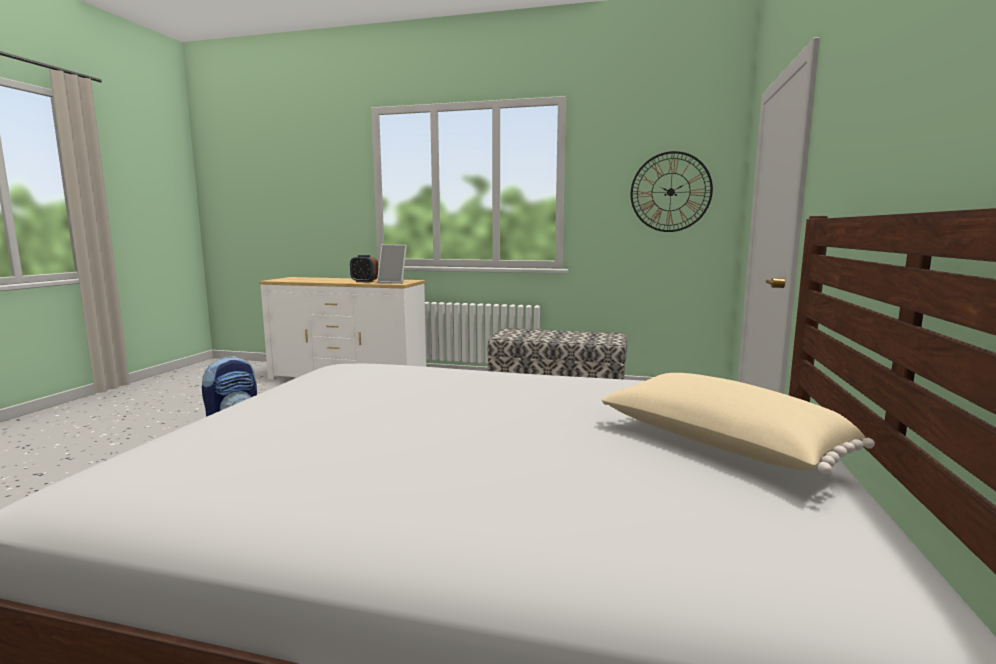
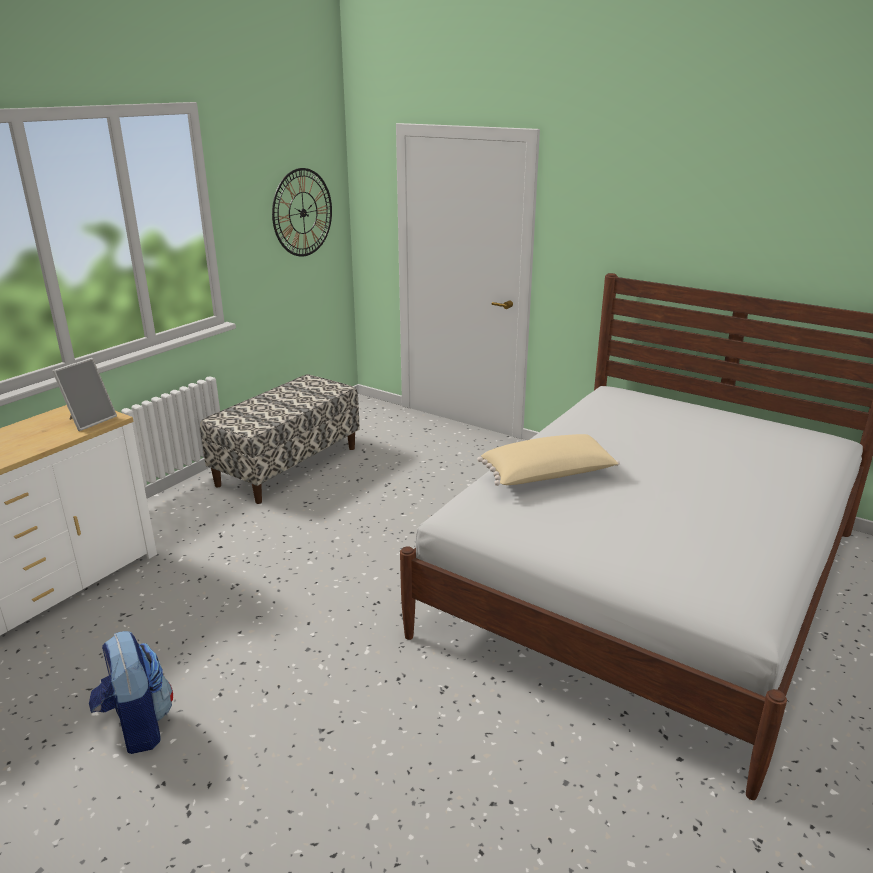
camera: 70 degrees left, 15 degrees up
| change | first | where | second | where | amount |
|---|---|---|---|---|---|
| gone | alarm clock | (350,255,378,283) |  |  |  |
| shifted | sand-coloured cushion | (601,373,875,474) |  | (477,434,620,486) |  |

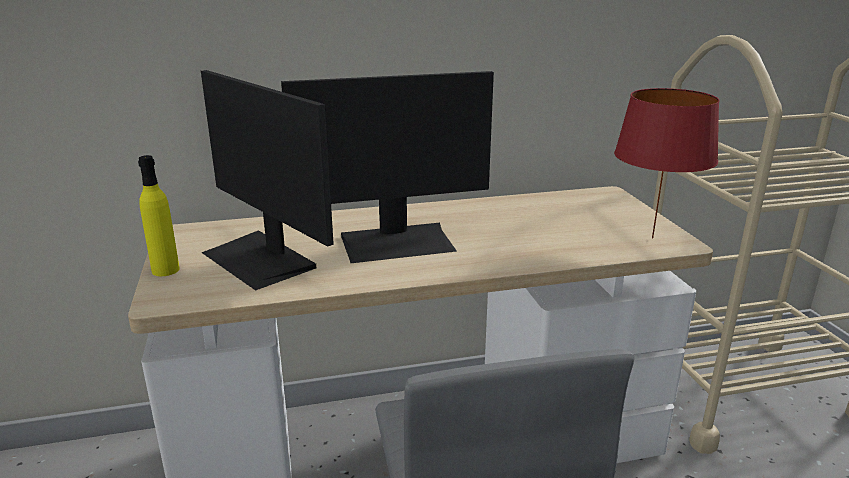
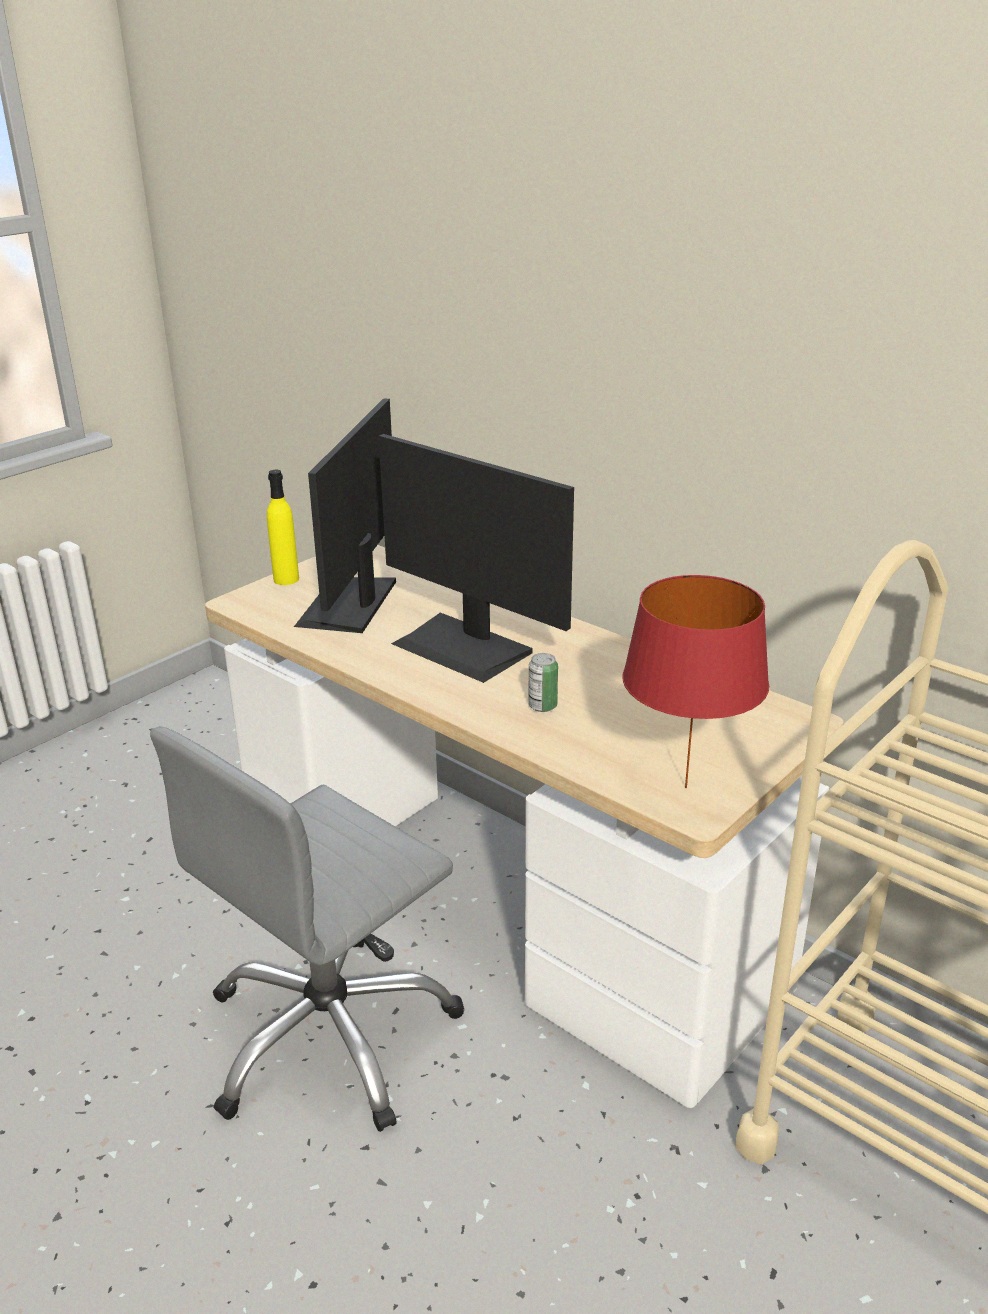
camera: 55 degrees right, 5 degrees up
| change | first | where | second | where | amount |
|---|---|---|---|---|---|
| new |  |  | can | (529,653,558,712) |  |

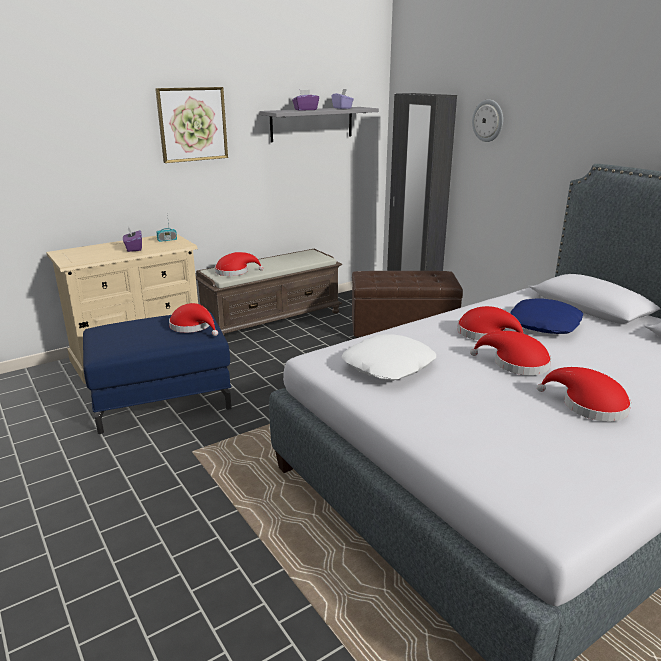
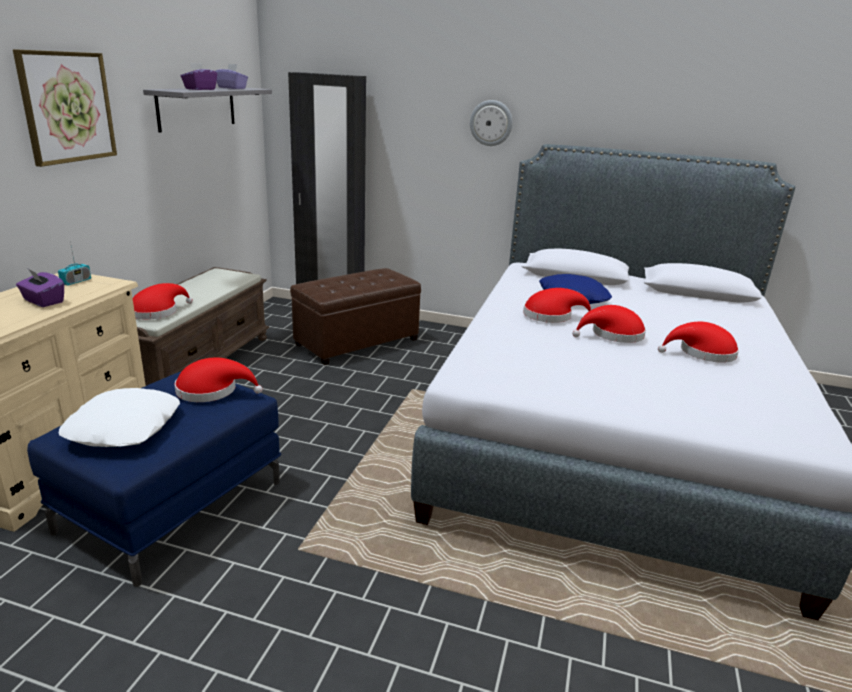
camera: 40 degrees left, 0 degrees up
| change | first | where | second | where | amount |
|---|---|---|---|---|---|
| shifted | white cushion | (342,334,436,381) |  | (59,388,180,447) |  |
| shifted | wall clock | (472,99,503,142) |  | (470,100,513,146) |  |

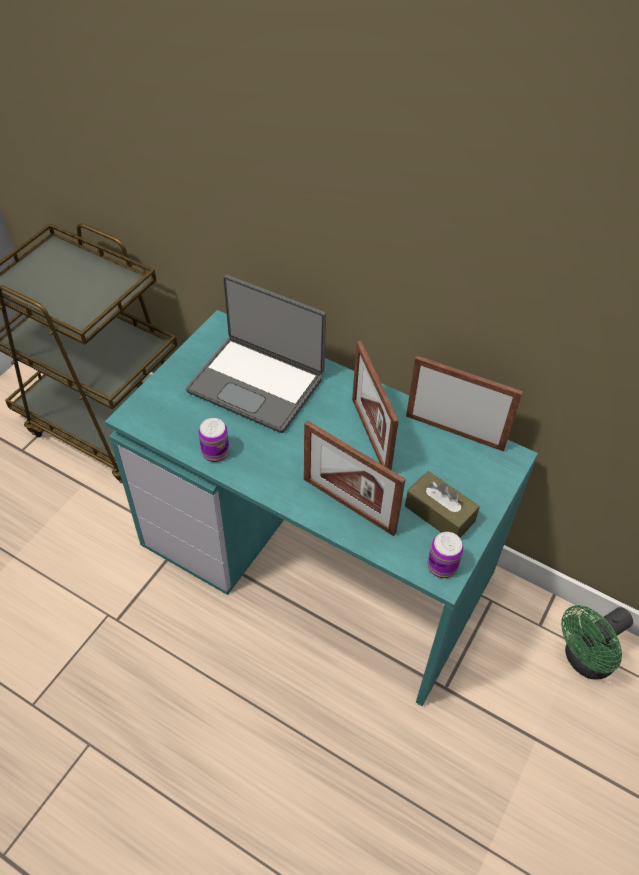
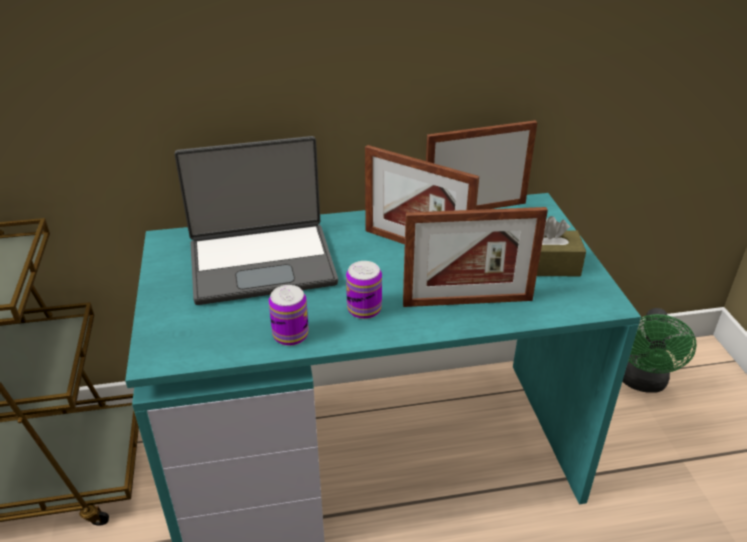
camera: 40 degrees left, 15 degrees down
| change | first | where | second | where | amount |
|---|---|---|---|---|---|
| shifted | can | (428,532,464,578) |  | (346,261,382,319) |  |

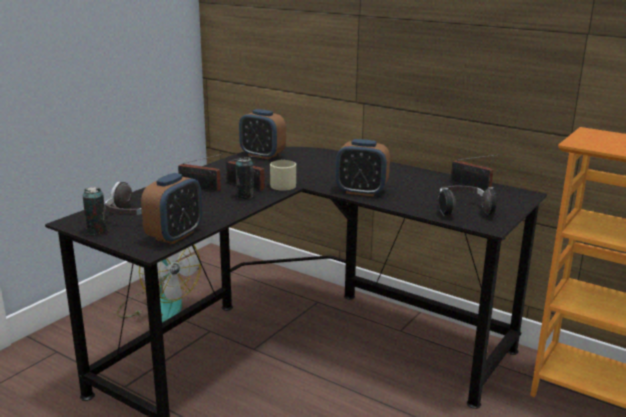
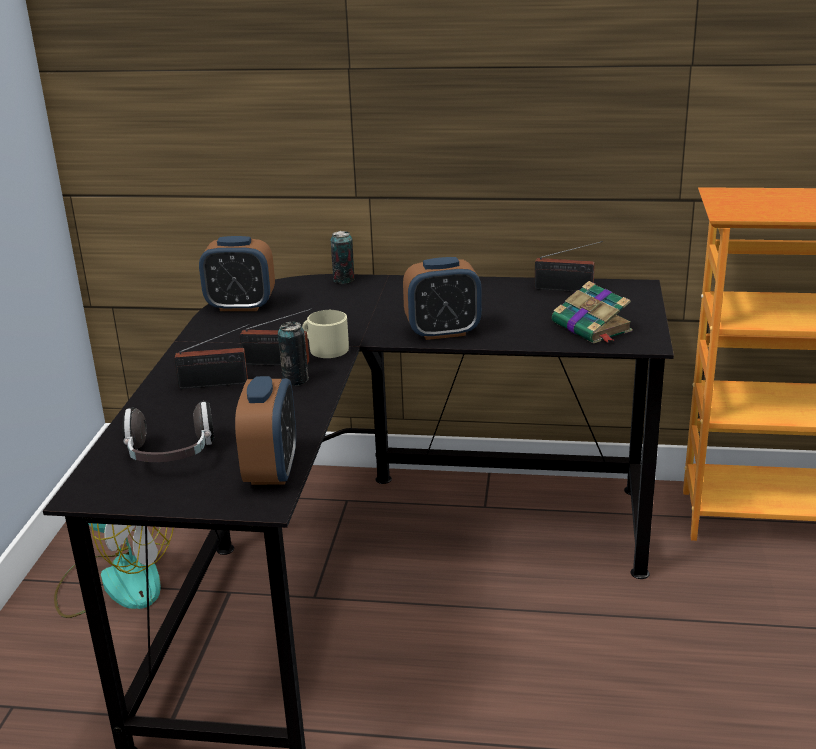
camera: 25 degrees left, 5 degrees up
| change | first | where | second | where | amount |
|---|---|---|---|---|---|
| shifted | can | (83,187,107,235) |  | (331,231,355,284) |  |
| swapped | pair of headphones | (438,186,497,216) | bound book | (552,281,633,344) |  |

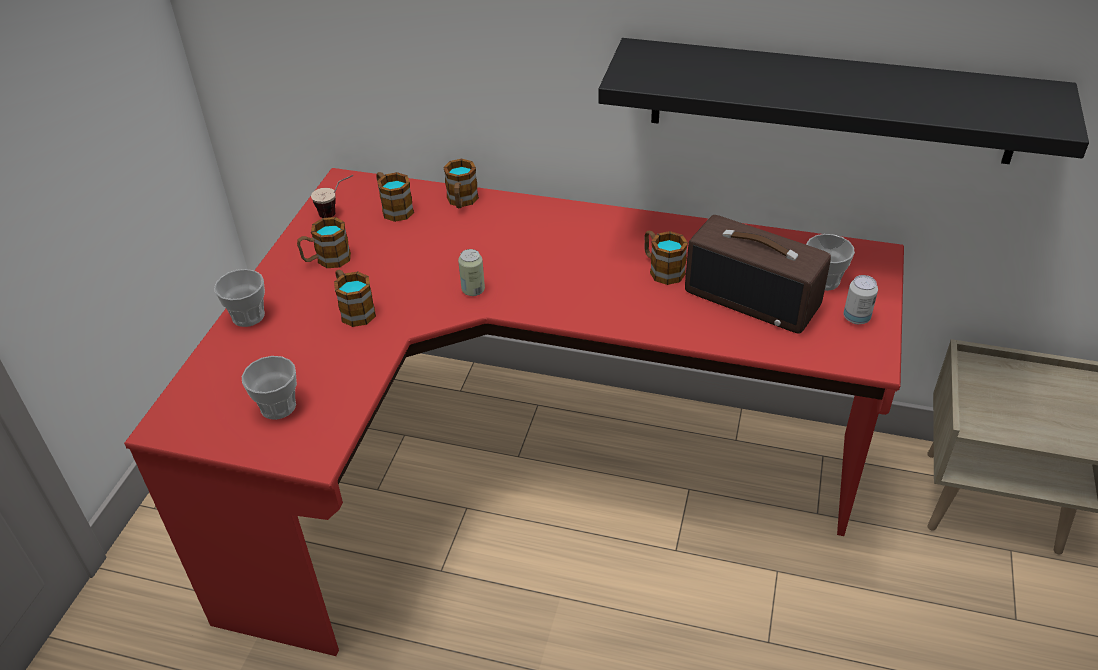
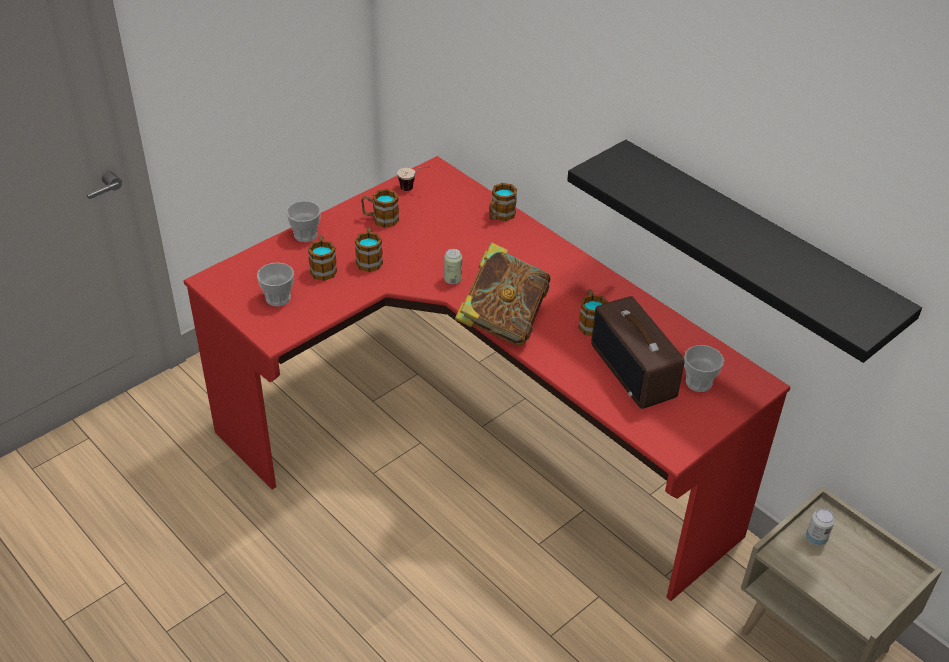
camera: 30 degrees right, 0 degrees up
| change | first | where | second | where | amount |
|---|---|---|---|---|---|
| new |  |  | bound book | (455,242,551,346) |  |
| shifted | tea mug | (376,172,414,222) |  | (308,236,337,281) |  |
| shifted | can | (843,275,878,324) |  | (806,508,835,545) |  |

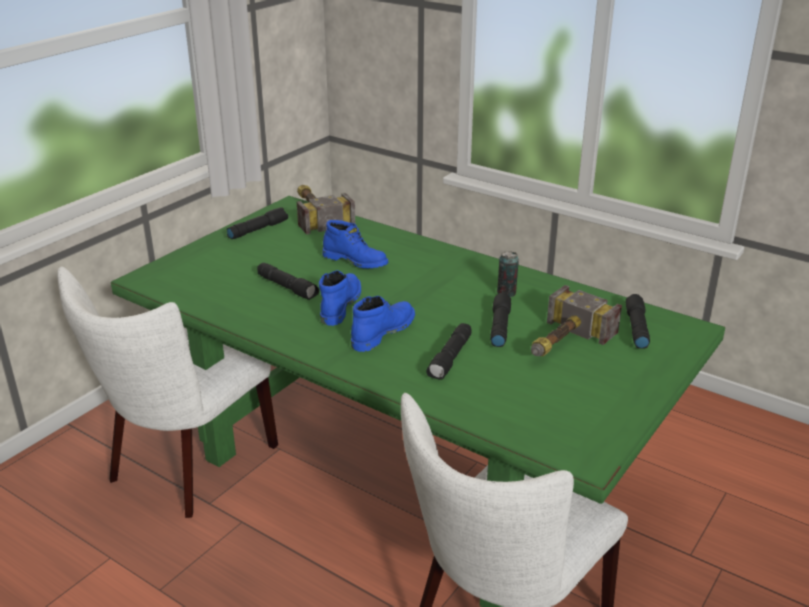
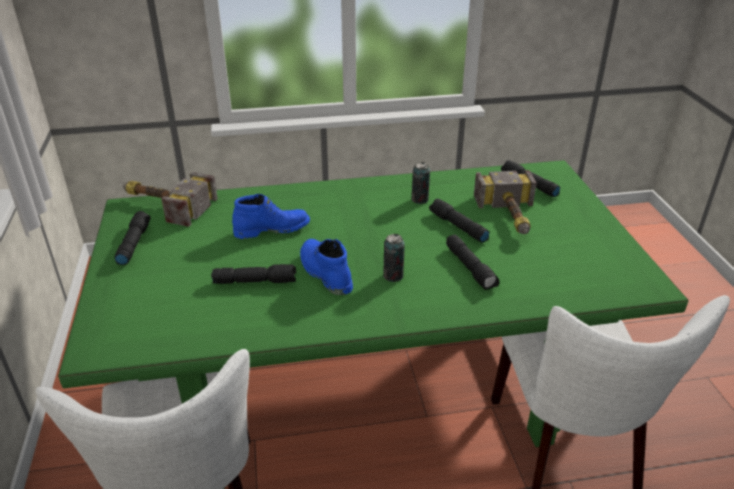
camera: 45 degrees left, 5 degrees up
| change | first | where | second | where | amount |
|---|---|---|---|---|---|
| swapped | blue tall boot | (351,296,415,352) | can | (383,234,405,282) |  |

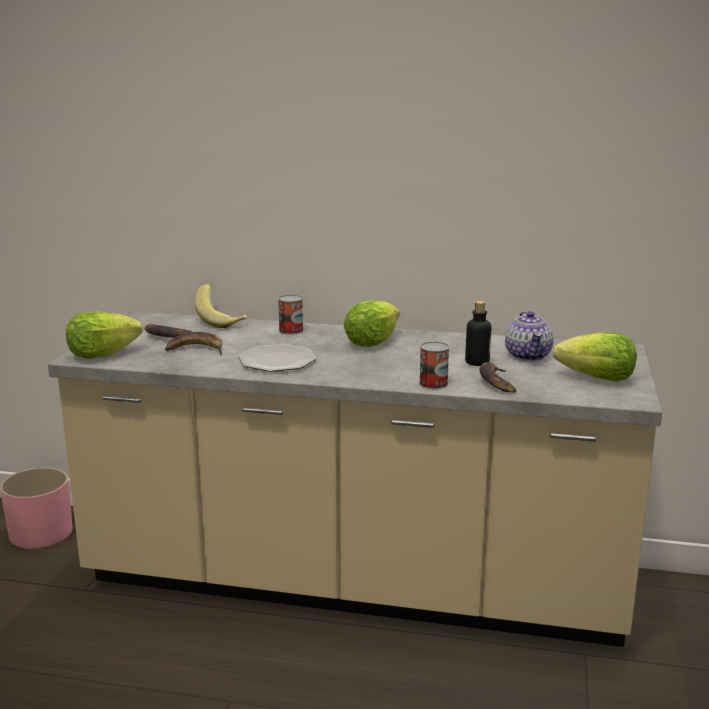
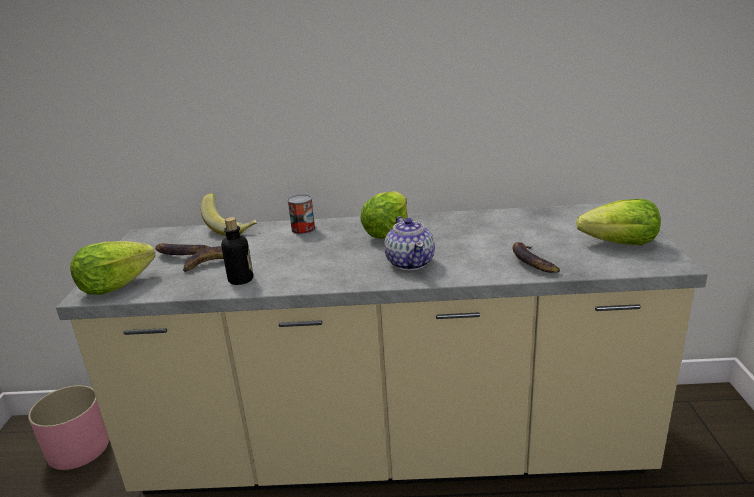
camera: 10 degrees left, 5 degrees up
| change | first | where | second | where | amount |
|---|---|---|---|---|---|
| gone | flat dish | (238,344,317,372) |  |  |  |
| gone | can | (419,341,449,389) |  |  |  |
| shifted | bottle | (465,301,491,366) |  | (221,217,253,285) |  |
| shifted | pot for tea | (505,311,554,361) |  | (384,216,435,271) |  |

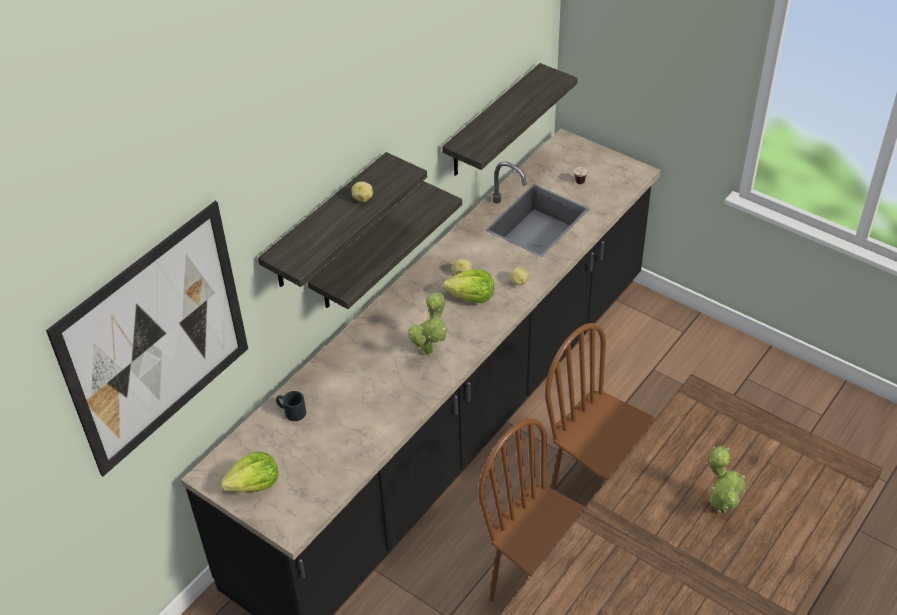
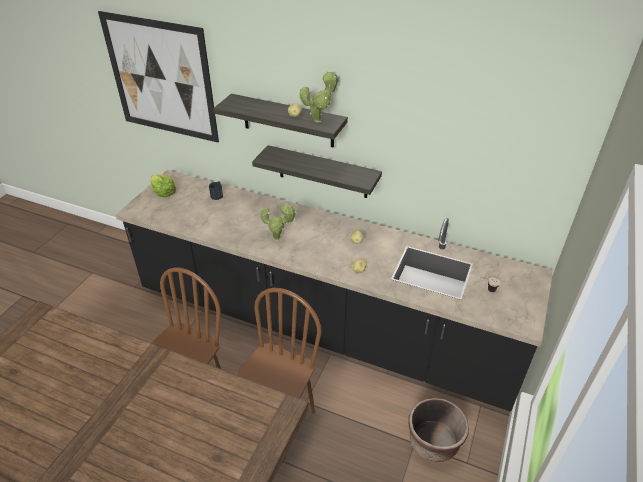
camera: 75 degrees right, 5 degrees down
| change | first | where | second | where | amount |
|---|---|---|---|---|---|
| gone | wall shelf | (442,63,577,176) |  |  |  |
| gone | lettuce | (443,269,494,303) |  |  |  |
| new |  |  | brown planter | (409,398,469,462) |  |
| shifted | plant in a pot | (709,446,745,513) |  | (300,71,338,122) |  |

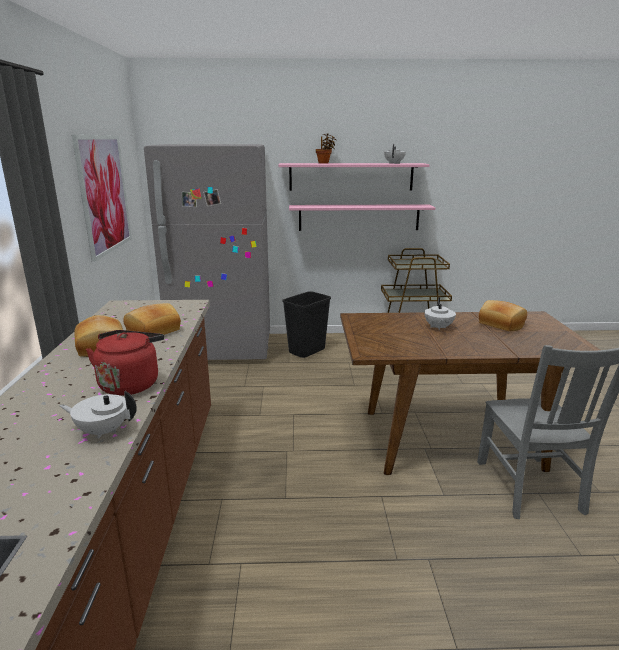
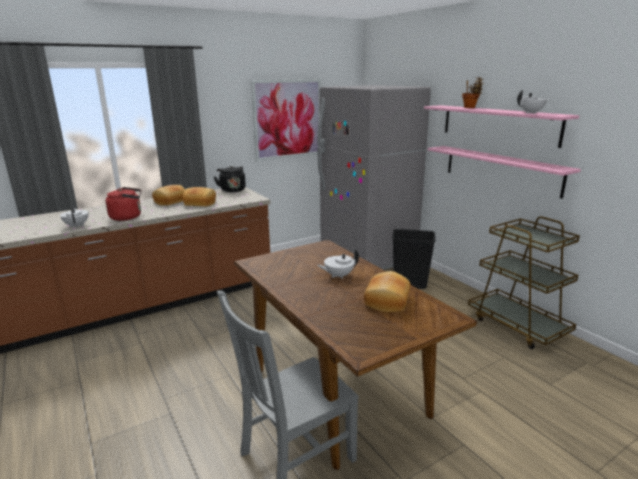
camera: 60 degrees right, 0 degrees up
| change | first | where | second | where | amount |
|---|---|---|---|---|---|
| new |  |  | black-coloured water kettle | (214,166,246,192) |  |

